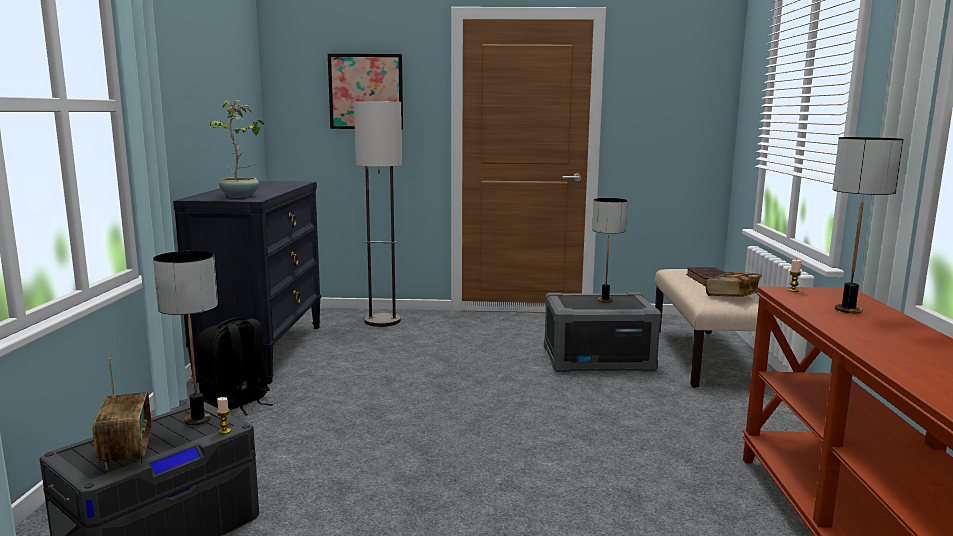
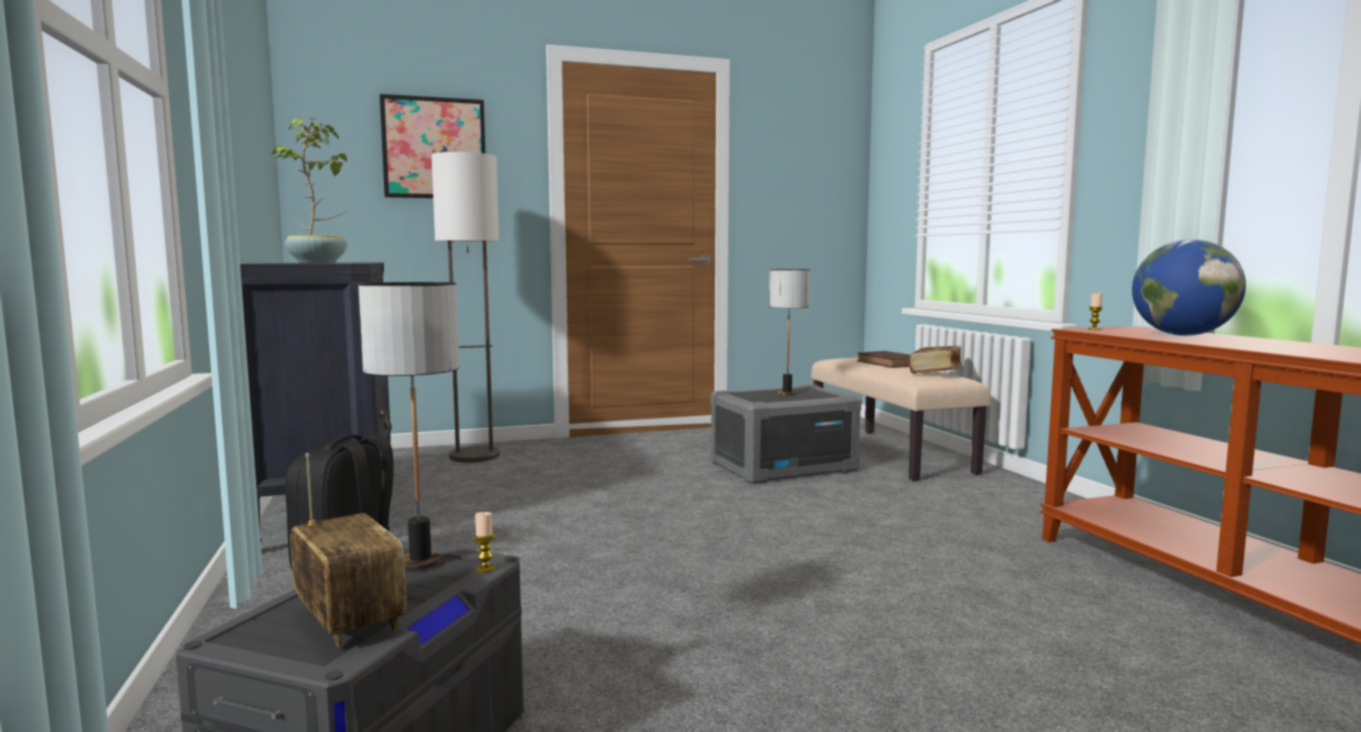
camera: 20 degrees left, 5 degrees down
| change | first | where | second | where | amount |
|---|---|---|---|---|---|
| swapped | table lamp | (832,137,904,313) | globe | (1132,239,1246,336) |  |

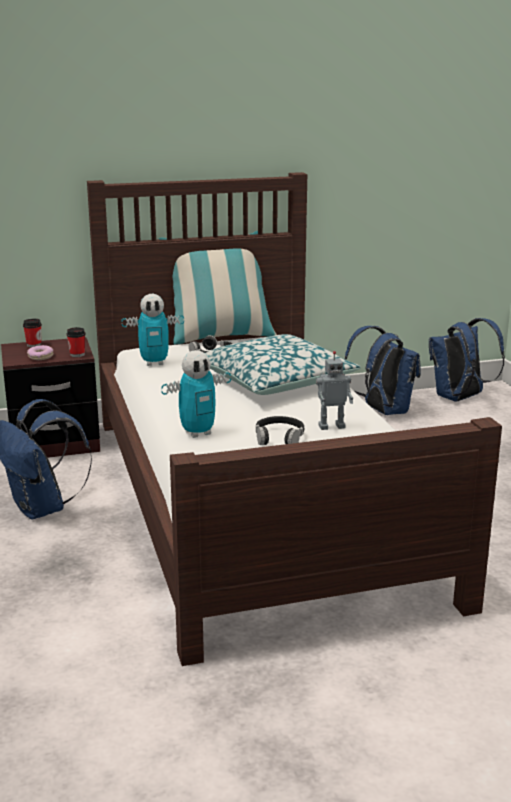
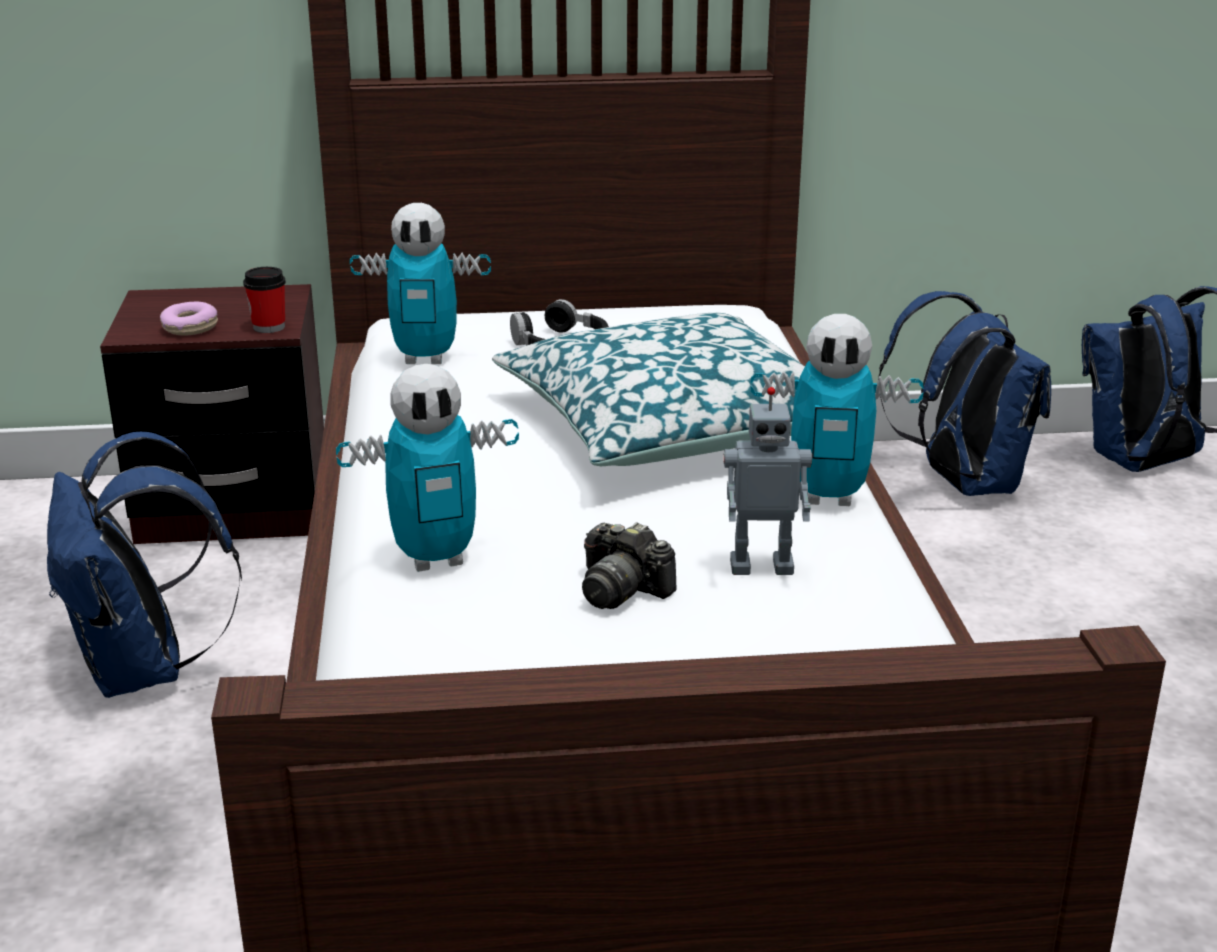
camera: 10 degrees right, 5 degrees up
| change | first | where | second | where | amount |
|---|---|---|---|---|---|
| gone | small cup | (23,319,42,347) |  |  |  |
| gone | cushion | (159,231,277,345) |  |  |  |
| new |  |  | robot figure | (751,314,924,506) |  |
| swapped | black-coloured pair of headphones | (256,416,304,445) | still camera | (582,522,677,609) |  |

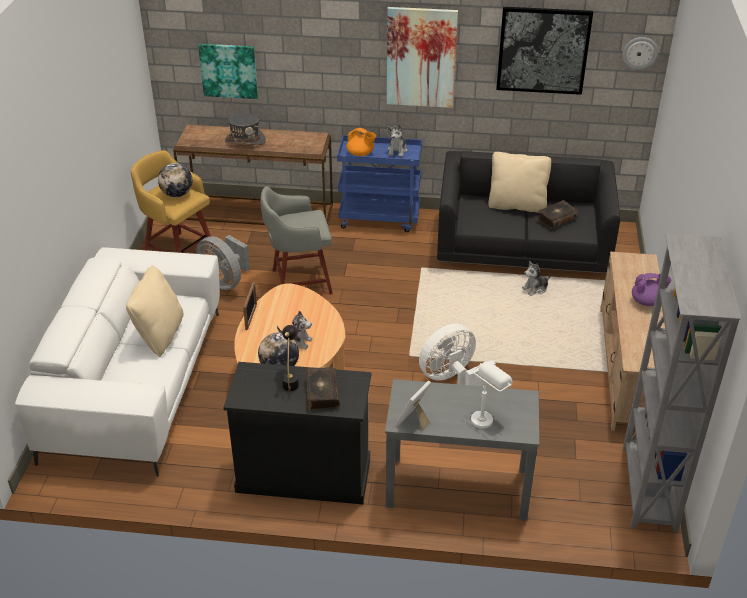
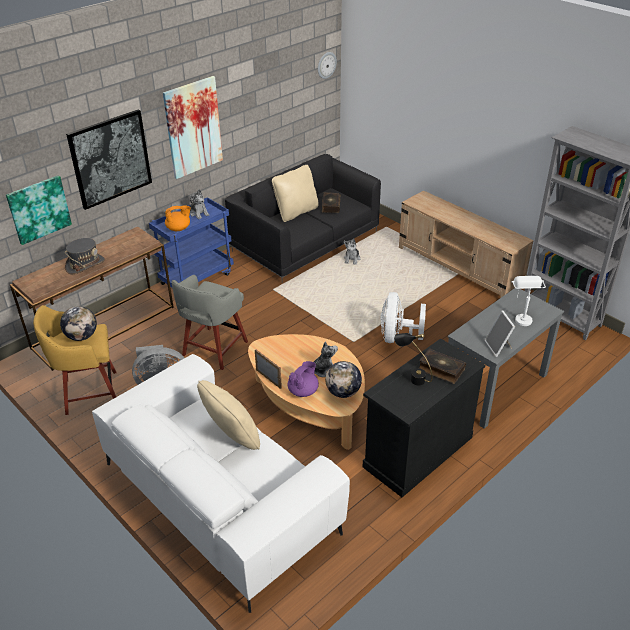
camera: 50 degrees left, 0 degrees up
| change | first | where | second | where | amount |
|---|---|---|---|---|---|
| shifted | picture | (496,7,593,95) |  | (66,109,152,210) |  |
| shifted | purple pot for tea | (632,273,671,306) |  | (288,361,319,397) |  |

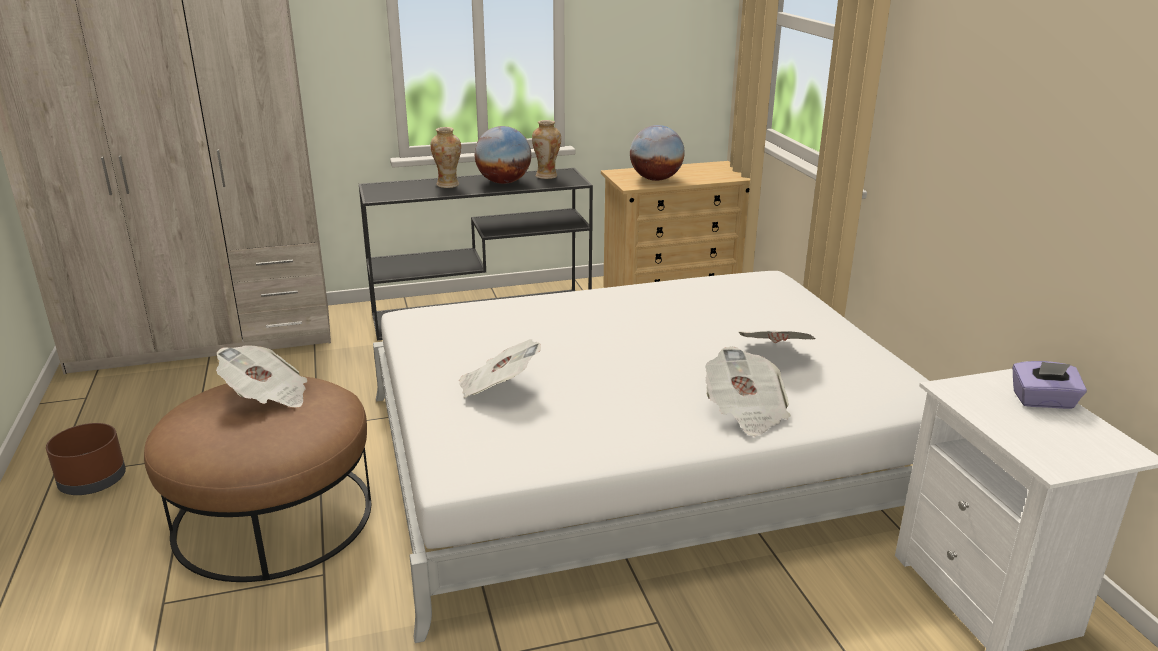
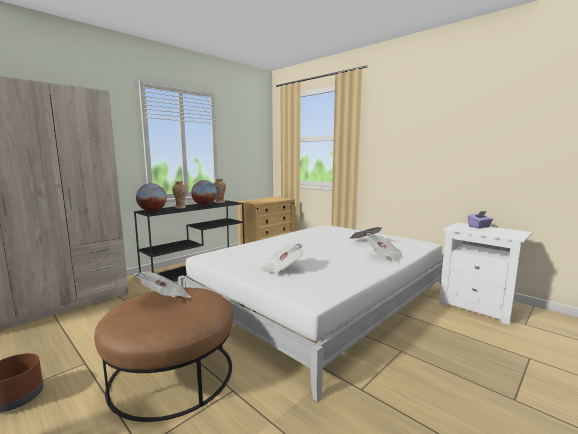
camera: 30 degrees left, 15 degrees down
| change | first | where | second | where | amount |
|---|---|---|---|---|---|
| shifted | globe | (630,125,685,181) |  | (136,183,167,212) |  |

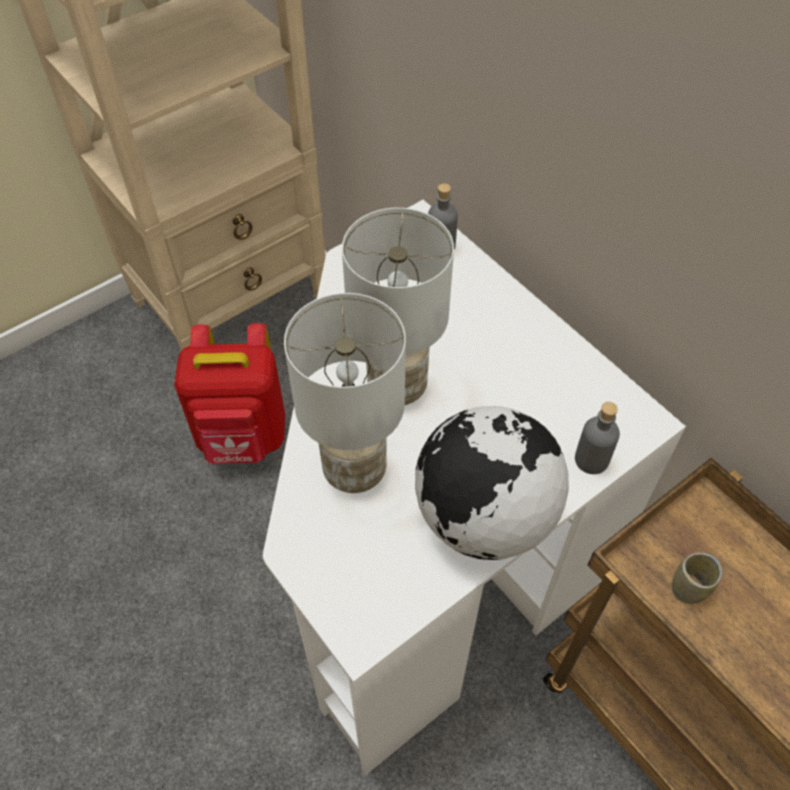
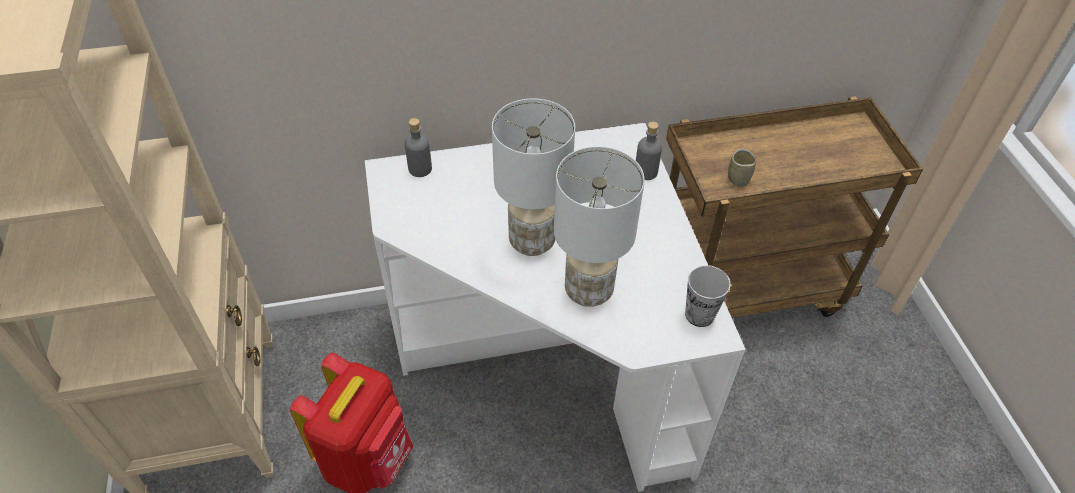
camera: 65 degrees left, 5 degrees down
| change | first | where | second | where | amount |
|---|---|---|---|---|---|
| gone | globe | (415,406,569,560) |  |  |  |
| new |  |  | small cup | (685,265,730,327) |  |

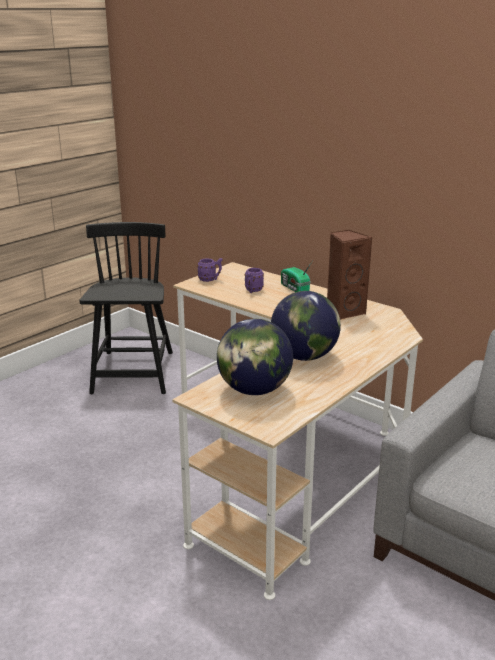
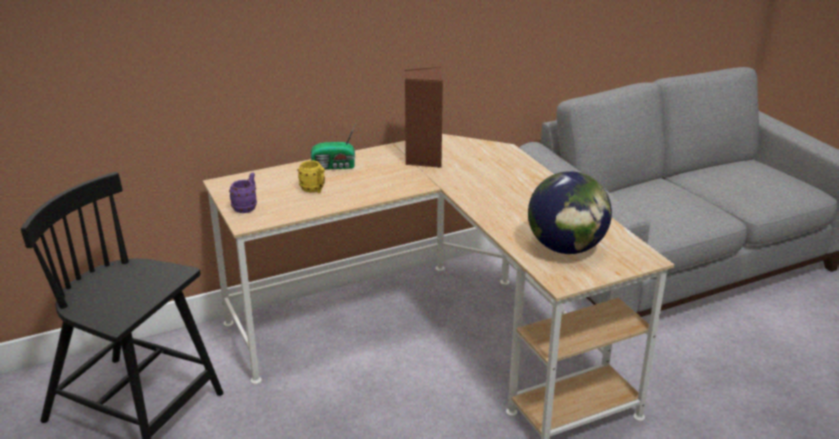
camera: 65 degrees left, 5 degrees up
| change | first | where | second | where | amount |
|---|---|---|---|---|---|
| gone | globe | (271,291,341,361) |  |  |  |
| repainted | purple tea mug | (245,268,264,293) | yellowish tea mug | (298,160,325,193) |  |

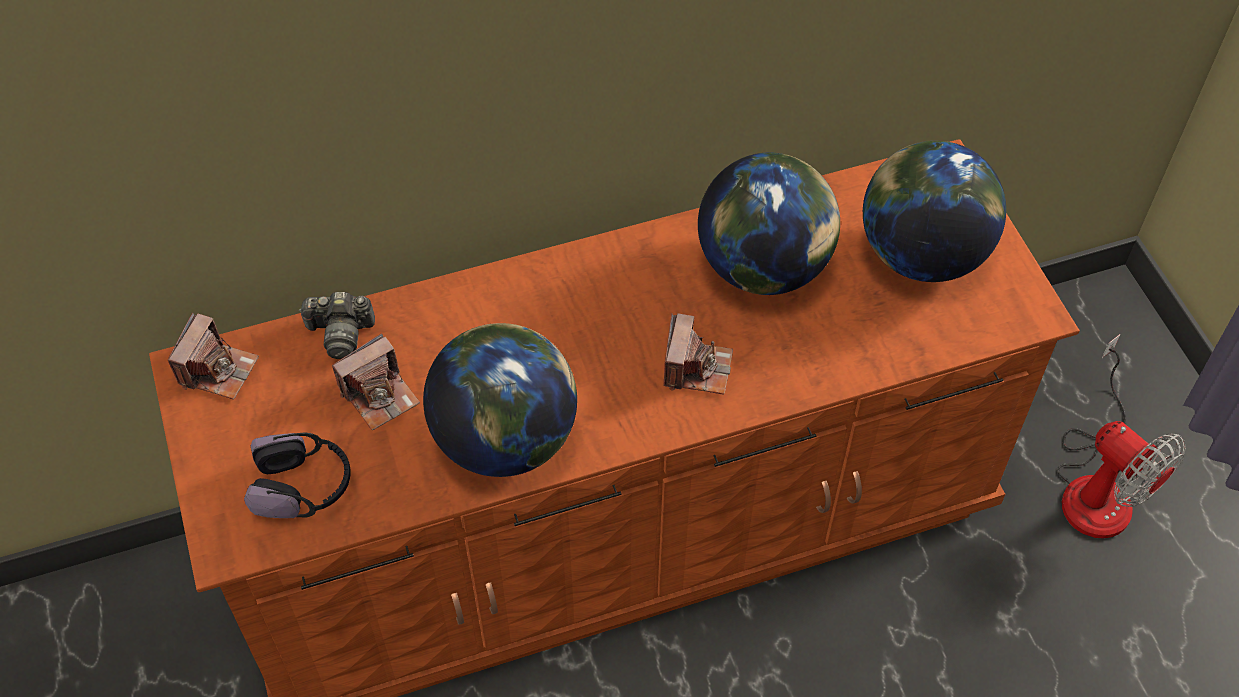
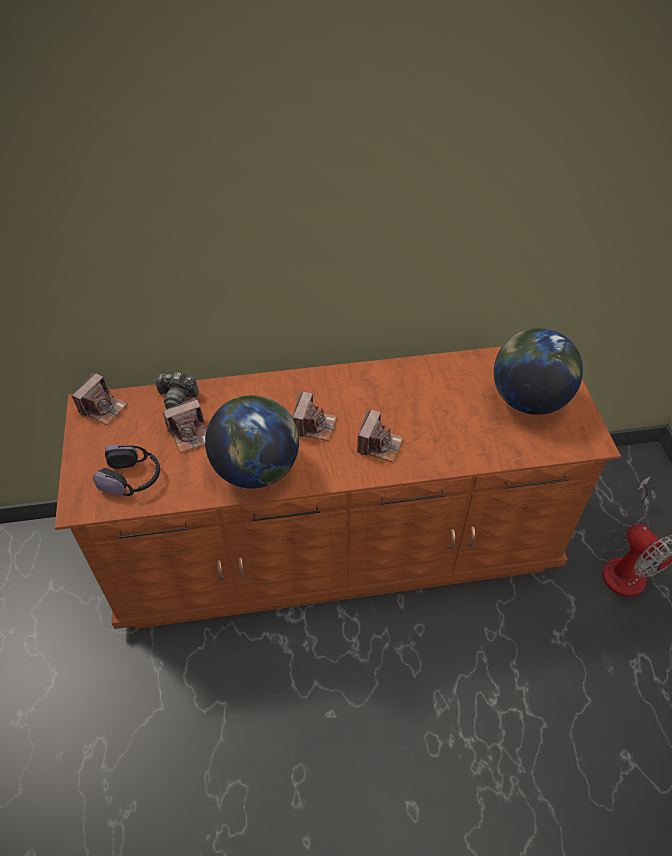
camera: 10 degrees right, 5 degrees down
| change | first | where | second | where | amount |
|---|---|---|---|---|---|
| gone | globe | (698,152,840,295) |  |  |  |
| new |  |  | still camera | (292,392,337,441) |  |

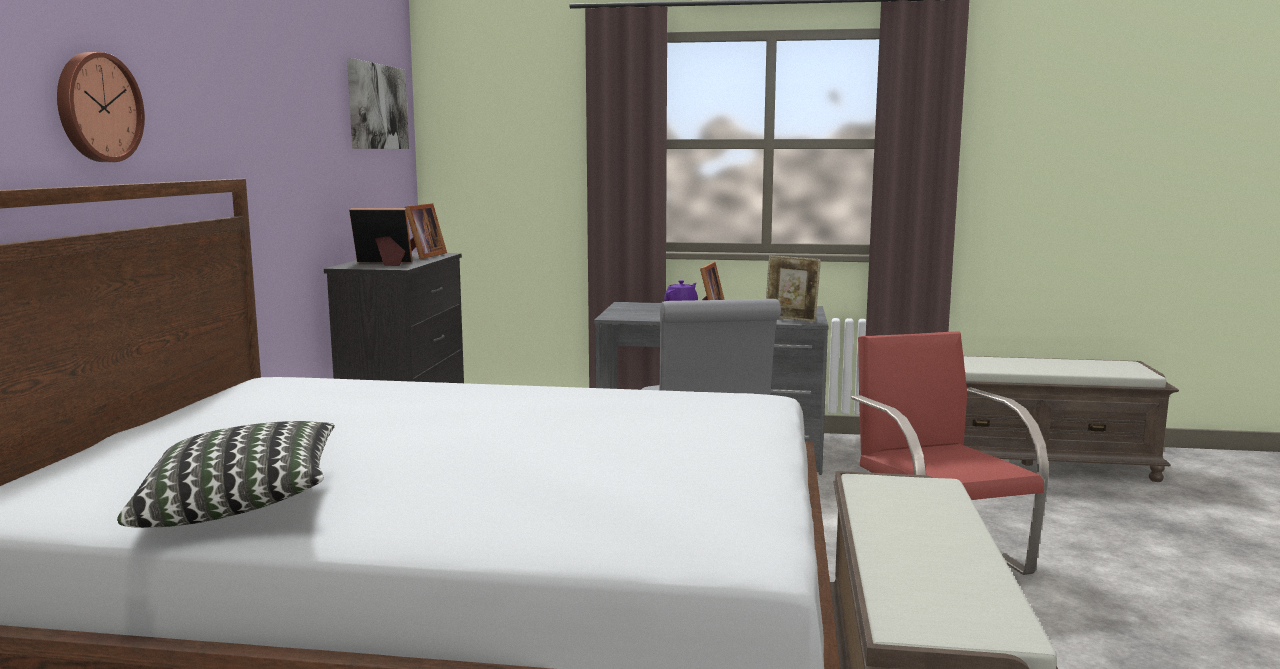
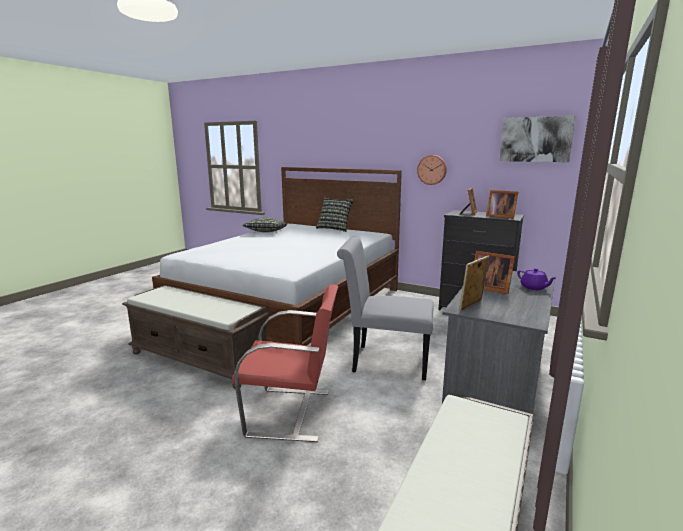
camera: 110 degrees right, 5 degrees up
| change | first | where | second | where | amount |
|---|---|---|---|---|---|
| new |  |  | cushion | (316,197,354,232) |  |
| shifted | wall clock | (57,52,145,162) |  | (417,155,447,185) |  |

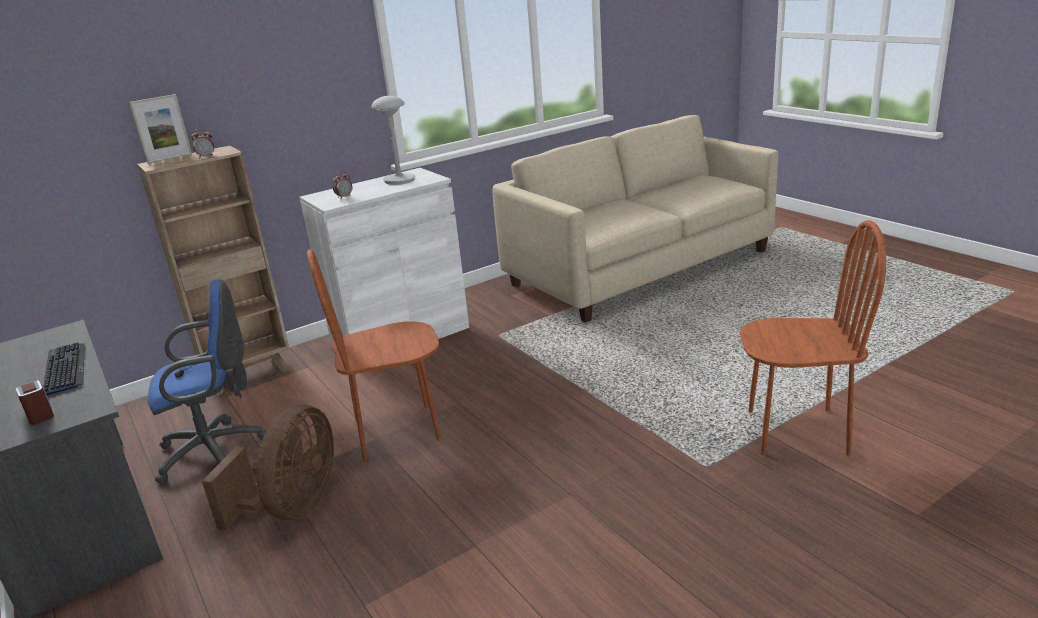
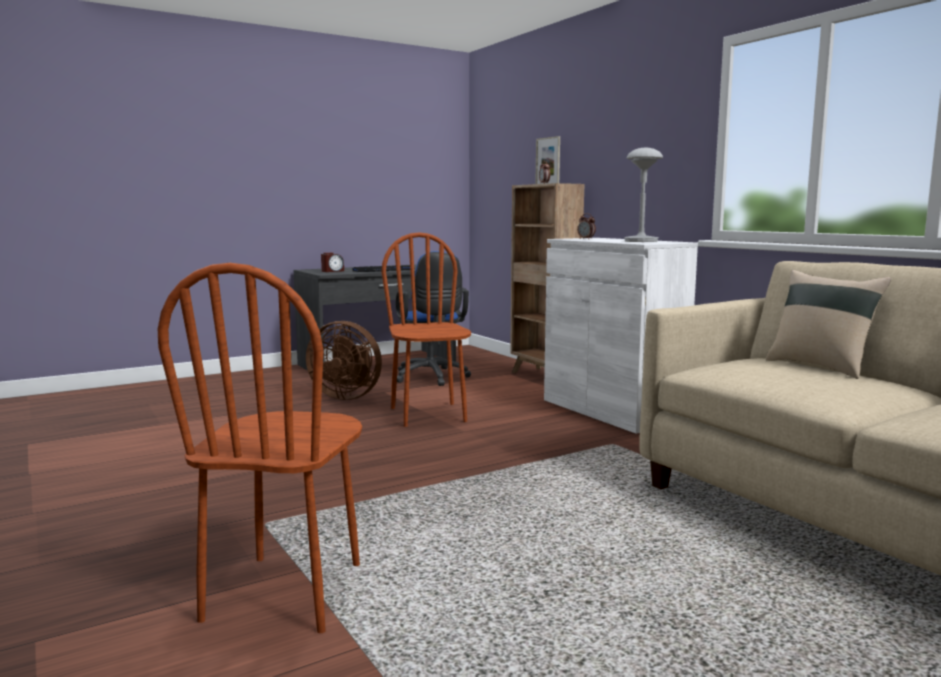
camera: 90 degrees right, 15 degrees down
| change | first | where | second | where | amount |
|---|---|---|---|---|---|
| new |  |  | sand-coloured cushion | (766,270,891,379) |  |

